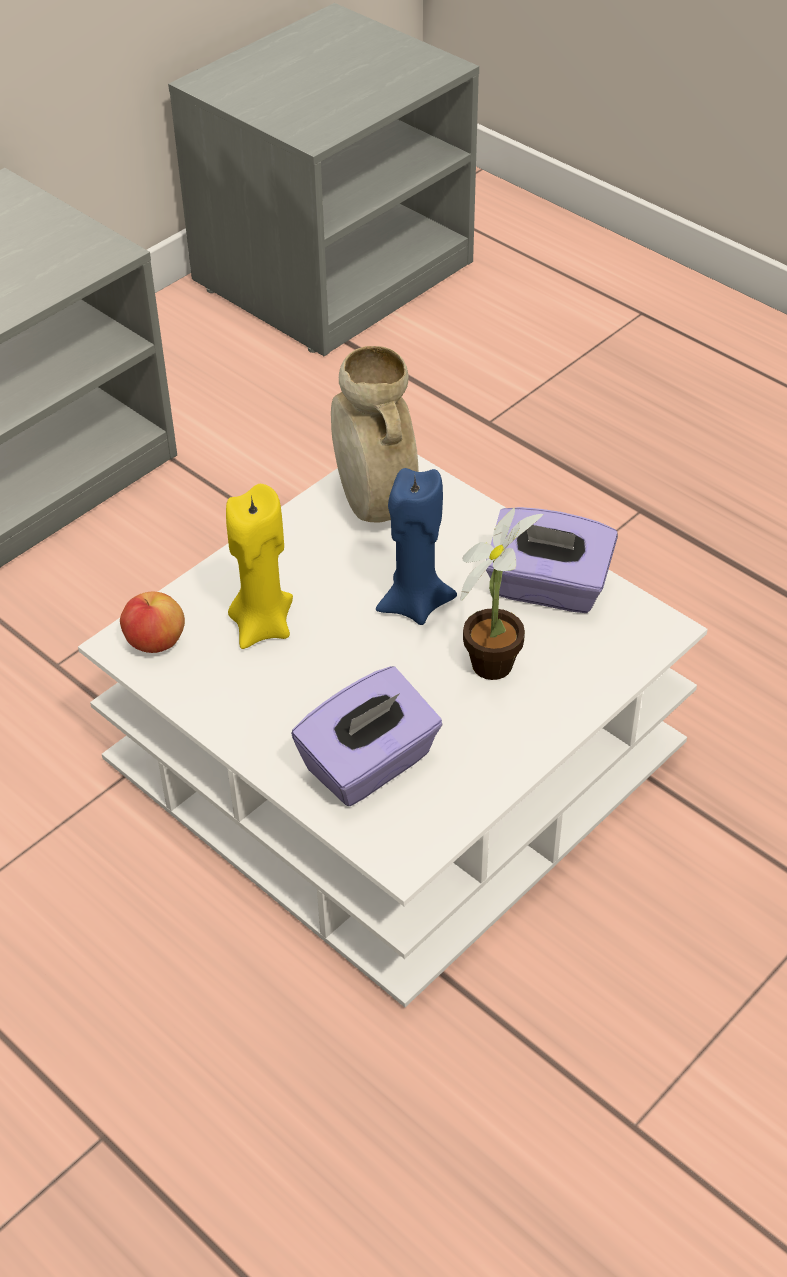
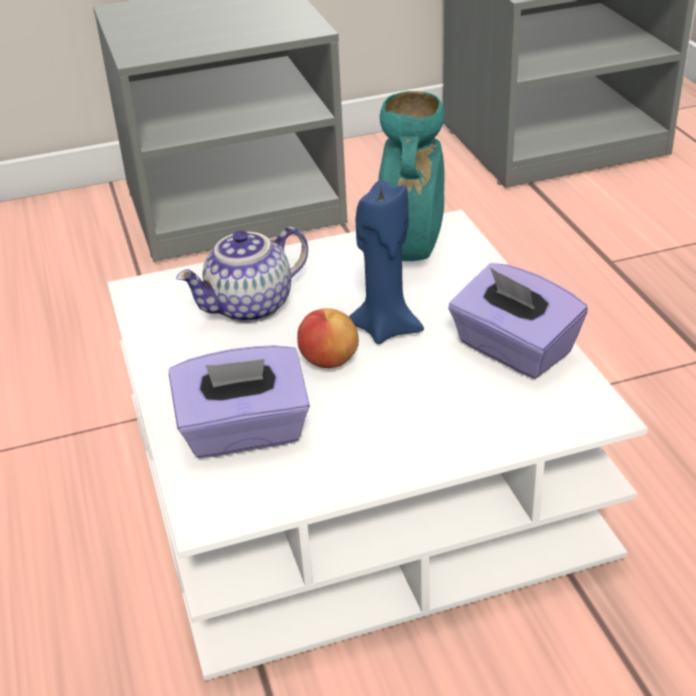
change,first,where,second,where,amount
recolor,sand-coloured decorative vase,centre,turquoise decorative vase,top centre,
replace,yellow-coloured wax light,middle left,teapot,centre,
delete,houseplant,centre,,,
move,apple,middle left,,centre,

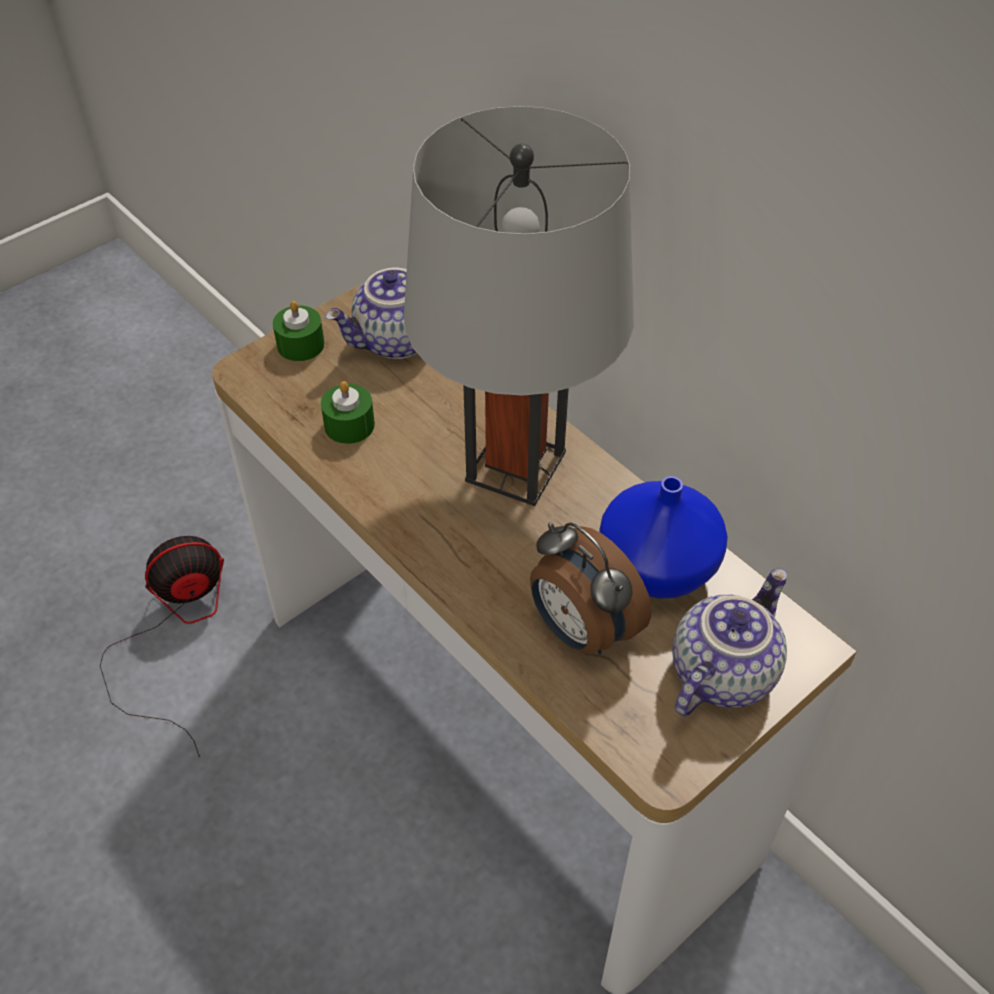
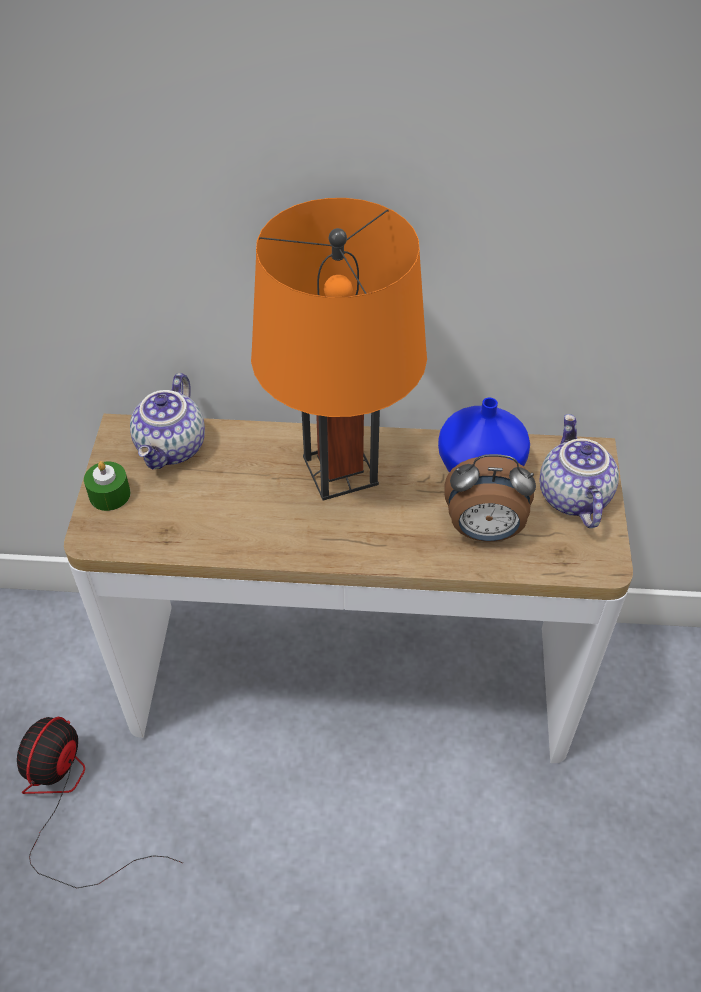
change,first,where,second,where,amount
recolor,greyish lamp for a table,top centre,orange-coloured lamp for a table,centre,
delete,greenish wax light (2nd from left),centre,,,

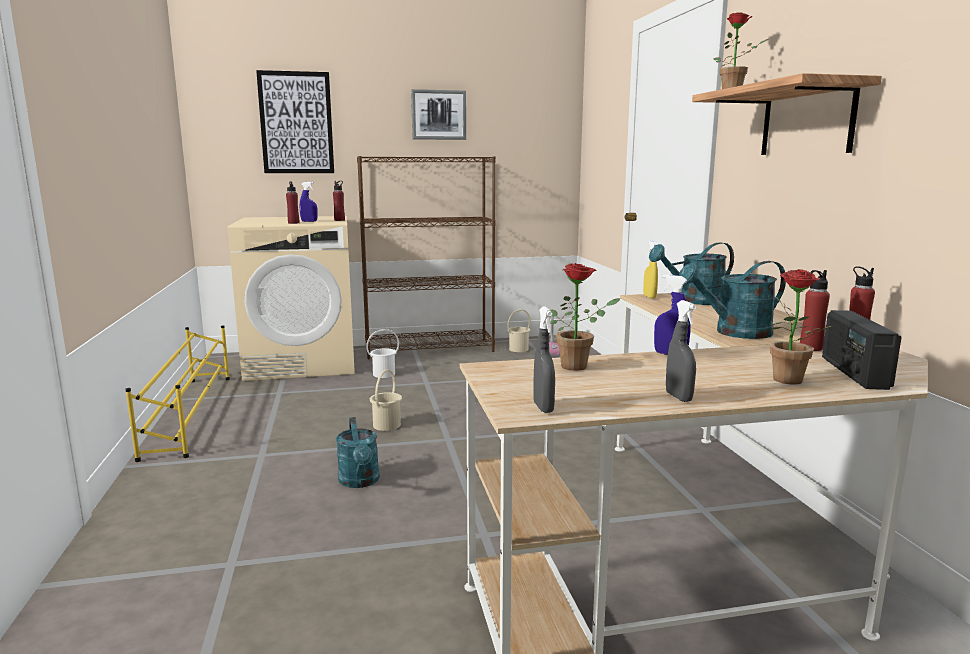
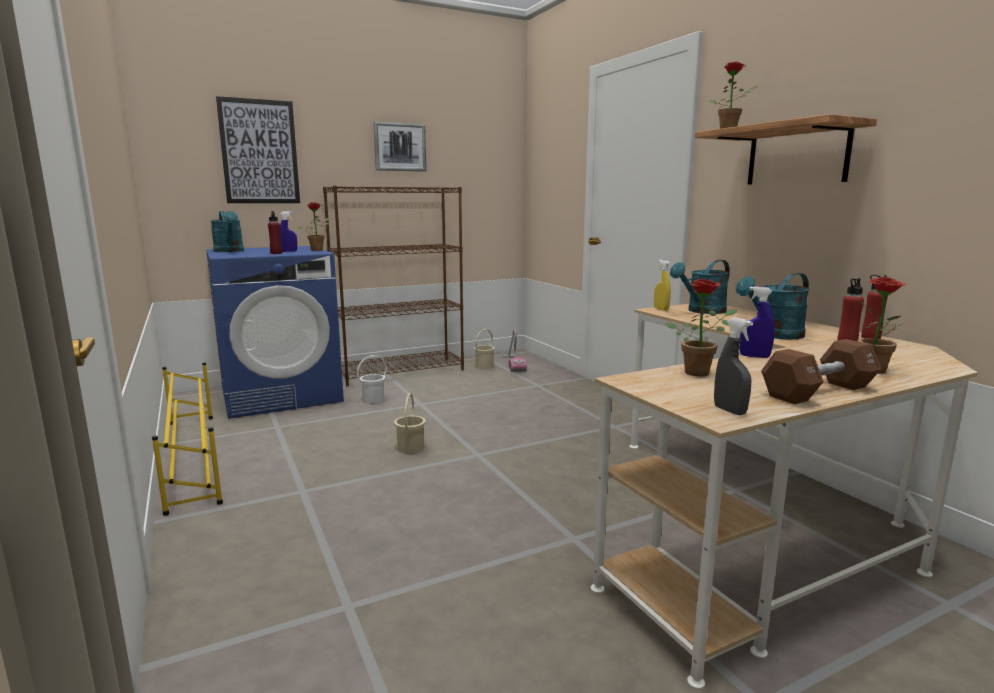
change,first,where,second,where,amount
replace,red-coloured beverage bottle (2nd from left),top centre,houseplant (1st from left),top left,
recolor,sand-coloured laundry machine,middle left,blue laundry machine,middle left,
replace,greyish hand sprayer (2nd from left),middle right,brown dumbbell,middle right,
delete,radio receiver,middle right,,,
move,turquoise watering can (1st from left),bottom centre,,middle left,

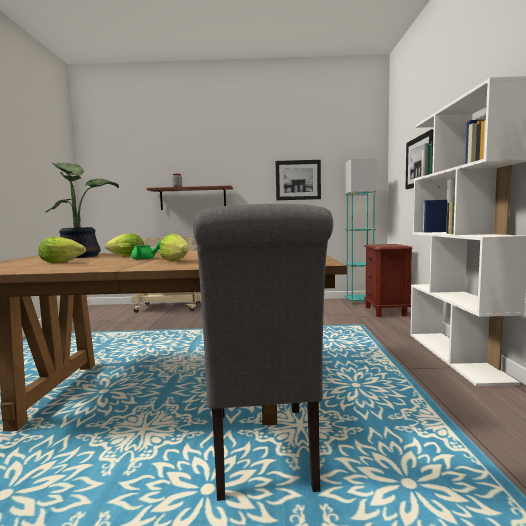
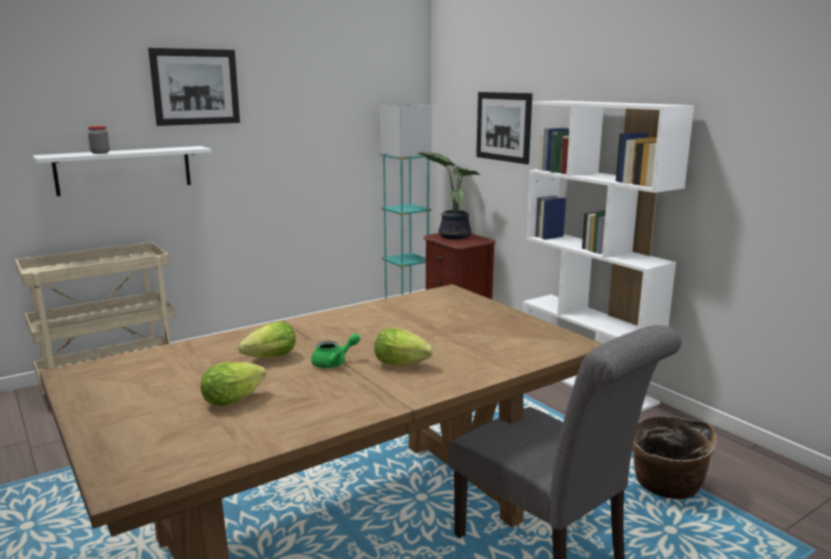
change,first,where,second,where,amount
move,wall picture (1st from left),centre,,top left,
move,houseplant,middle left,,centre,
recolor,brown bracket shelf,centre,white bracket shelf,top left,
insert,,,storage basket,bottom right,

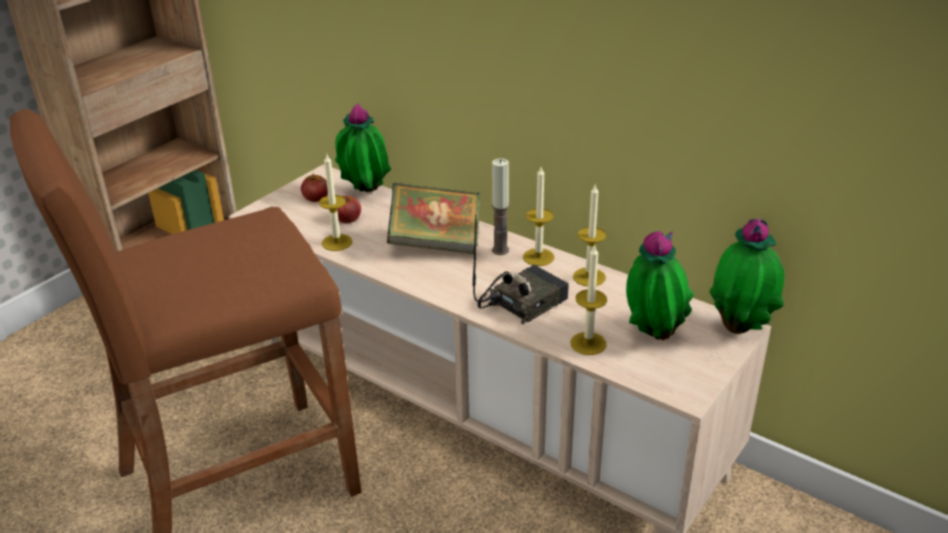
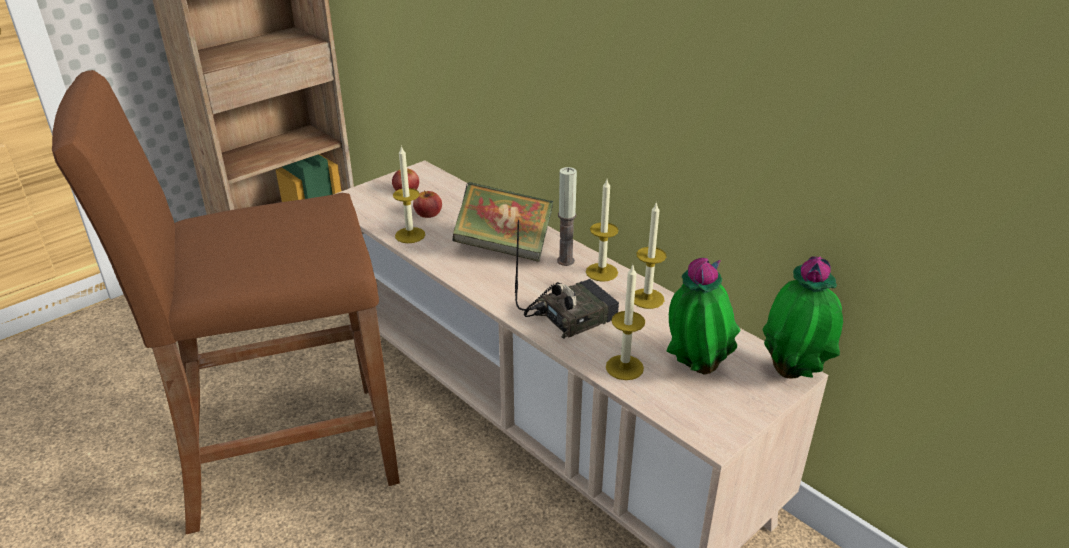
change,first,where,second,where,amount
delete,houseplant (1st from left),top centre,,,

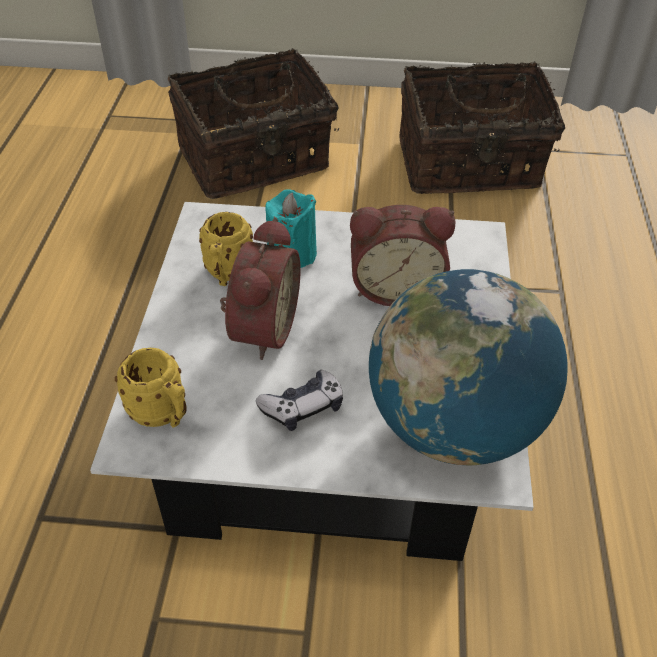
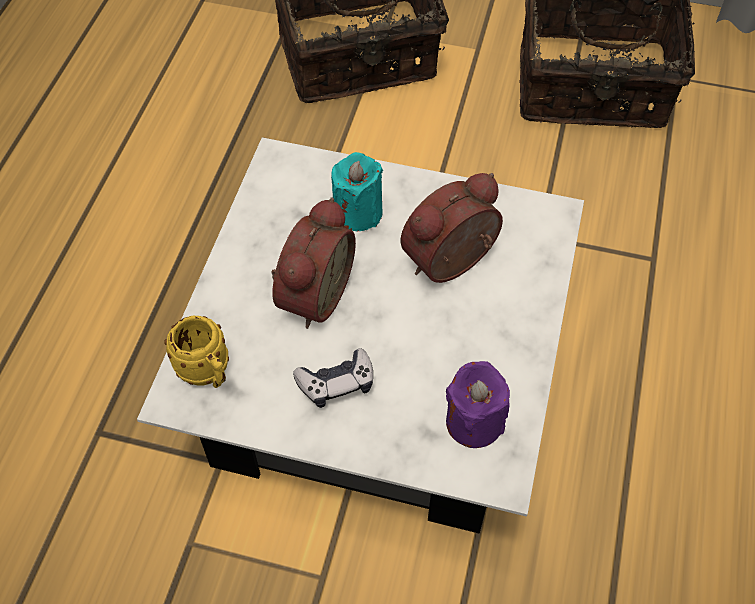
change,first,where,second,where,amount
rotate,table clock (2nd from left),centre,,centre,135 degrees clockwise
delete,yellow-coloured tea mug (2nd from left),centre,,,
replace,desk globe,middle right,purple wax light,bottom centre,

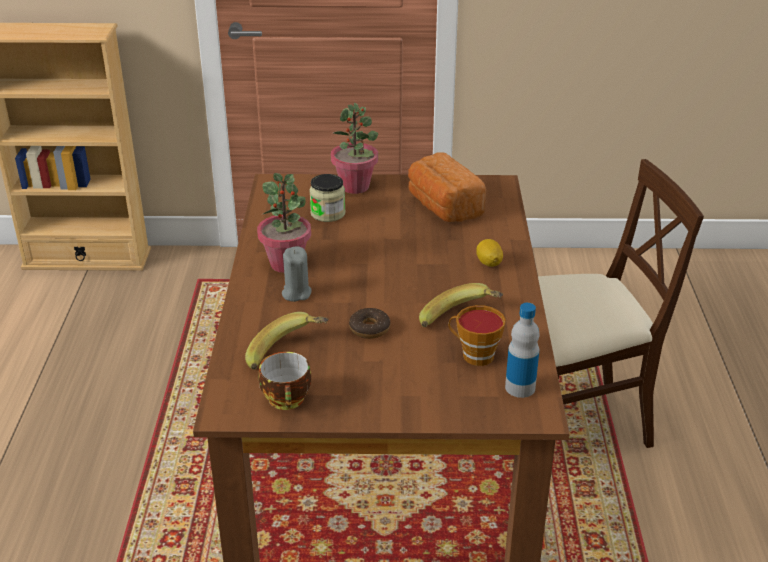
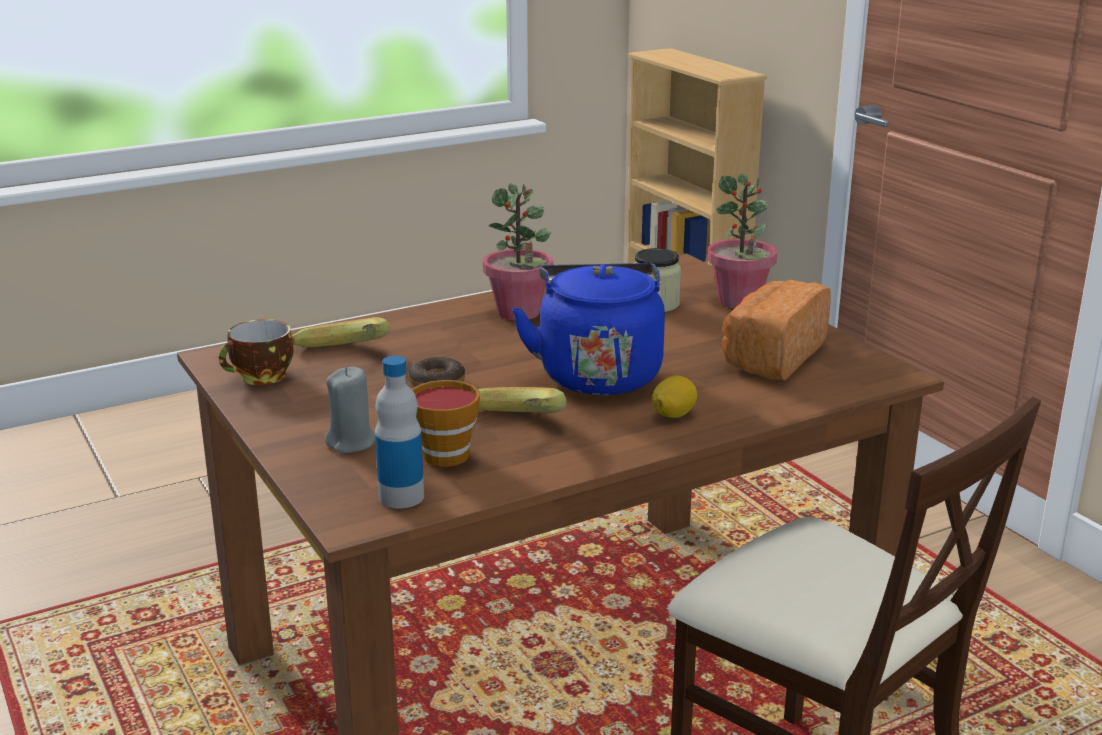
change,first,where,second,where,amount
move,greyish wax light,centre,,middle left,
insert,,,blue kettle,centre,

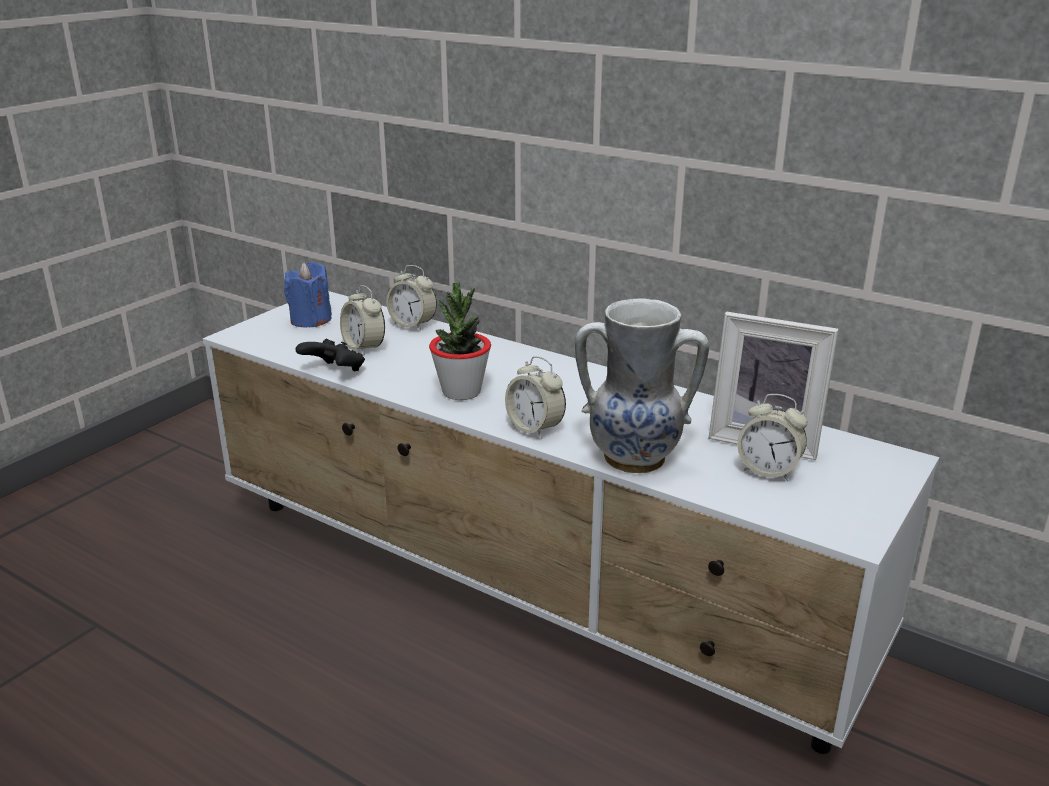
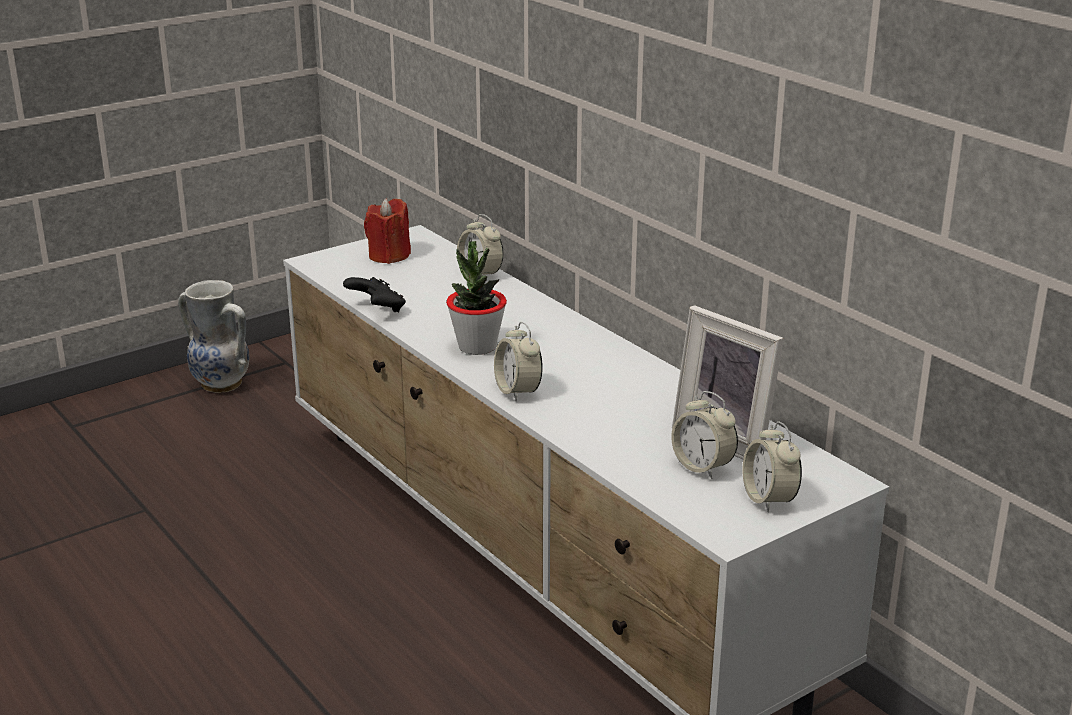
change,first,where,second,where,amount
recolor,blue wax light,middle left,red-coloured wax light,top centre,
move,table clock (1st from left in the first image),centre,table clock (4th from left),middle right,
move,decorative vase,centre,,middle left,

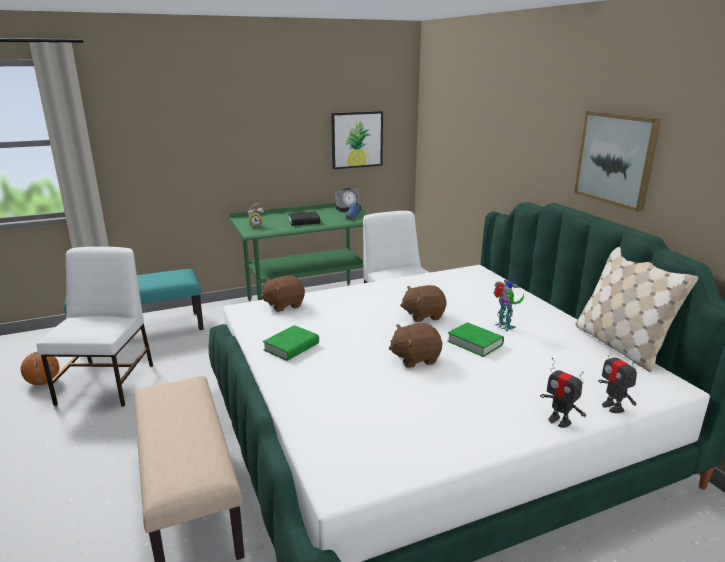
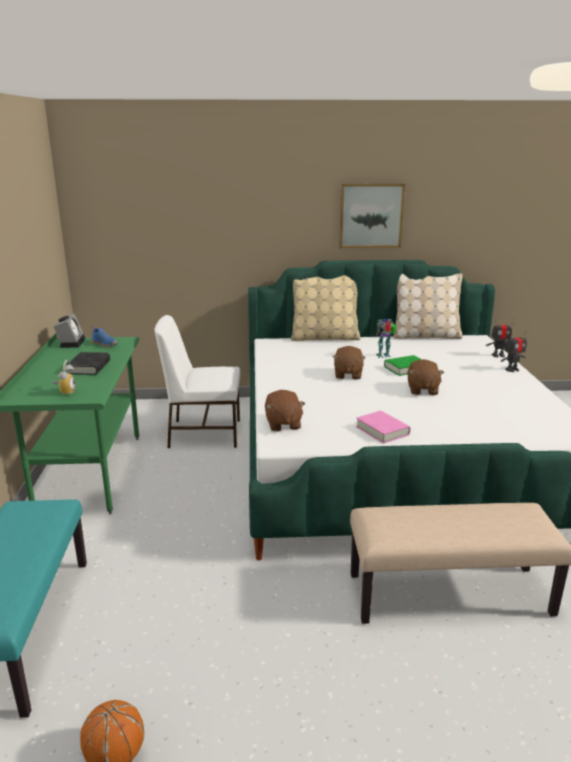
change,first,where,second,where,amount
delete,wall picture (1st from left),top centre,,,
delete,white chair (1st from left),middle left,,,
recolor,greenish book (1st from left),centre,pink-coloured book,middle right,
insert,,,sand-coloured cushion (1st from left),centre,

